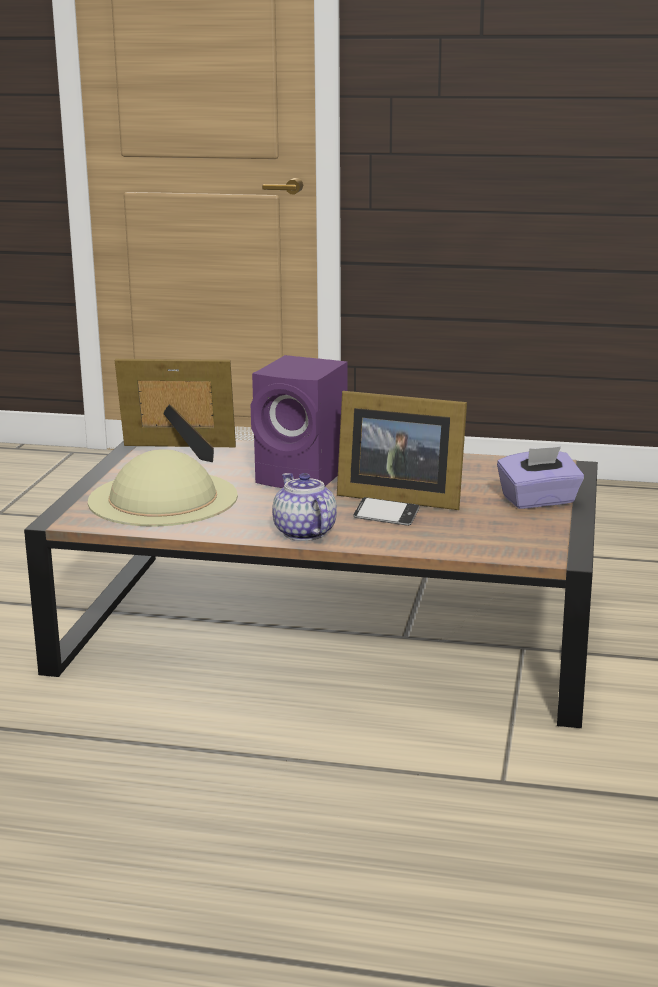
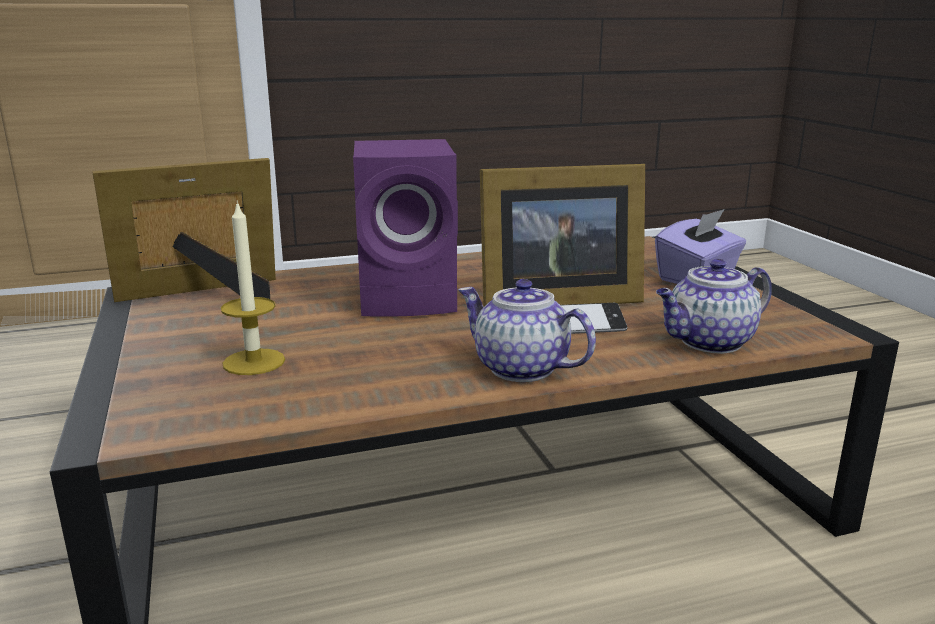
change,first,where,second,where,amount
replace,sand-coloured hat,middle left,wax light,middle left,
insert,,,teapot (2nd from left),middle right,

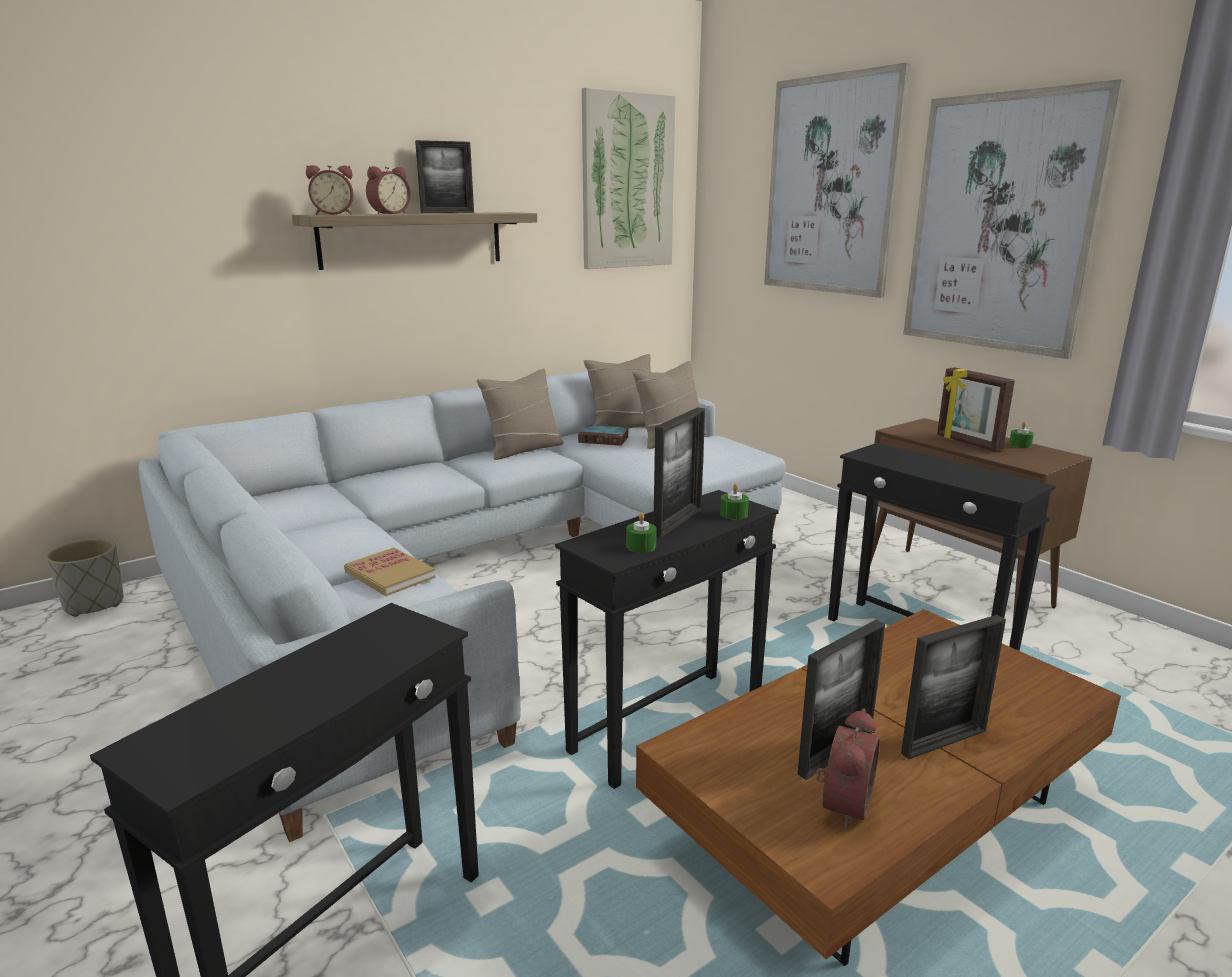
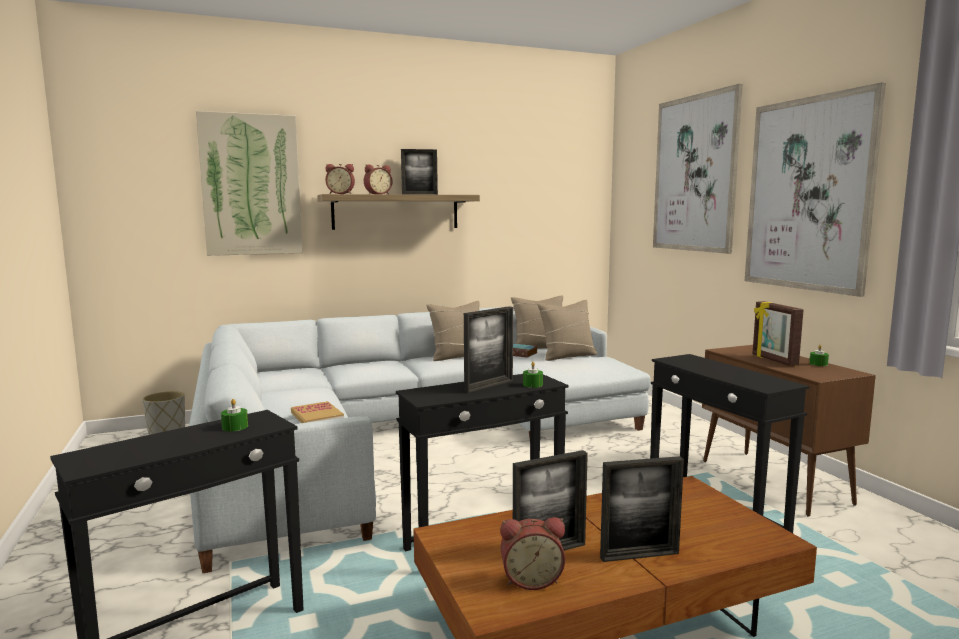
change,first,where,second,where,amount
move,wall picture (1st from left),top centre,,top left,
move,greenish wax light (1st from left),centre,,middle left,
rotate,table clock (3rd from left),bottom right,,bottom centre,45 degrees clockwise

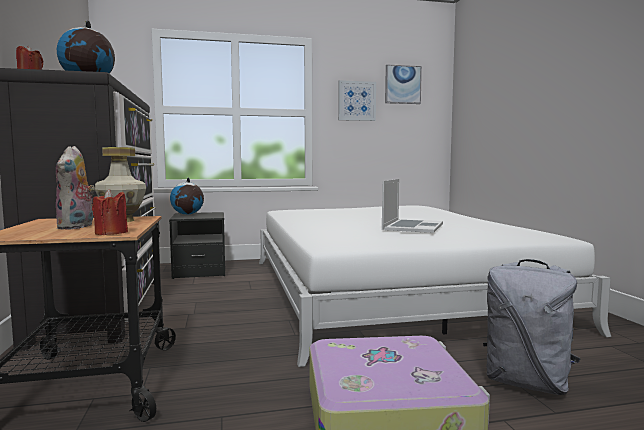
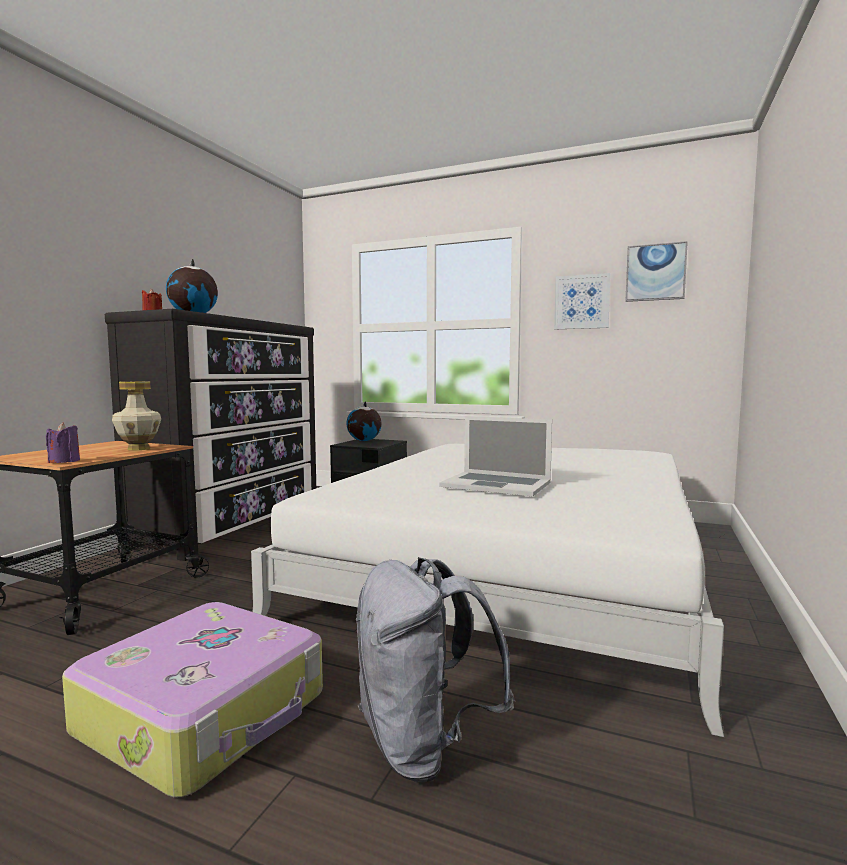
change,first,where,second,where,amount
delete,cuddly toy,middle left,,,
rotate,portable computer,centre,,centre,60 degrees clockwise
recolor,red-coloured wax light (2nd from left),middle left,purple wax light,middle left,

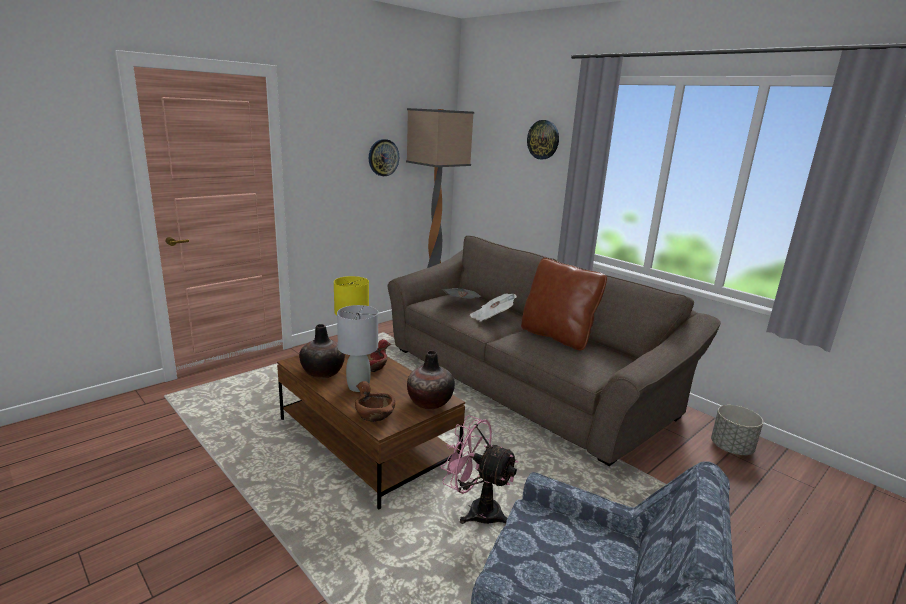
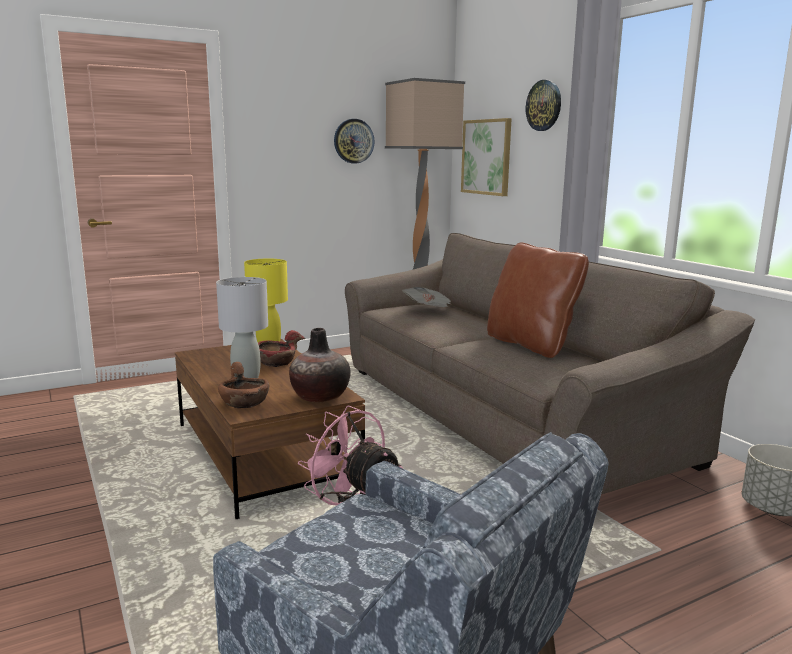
change,first,where,second,where,amount
delete,daily paper (2nd from left),centre,,,
delete,decorative vase (1st from left),centre,,,
insert,,,wall picture,top centre,

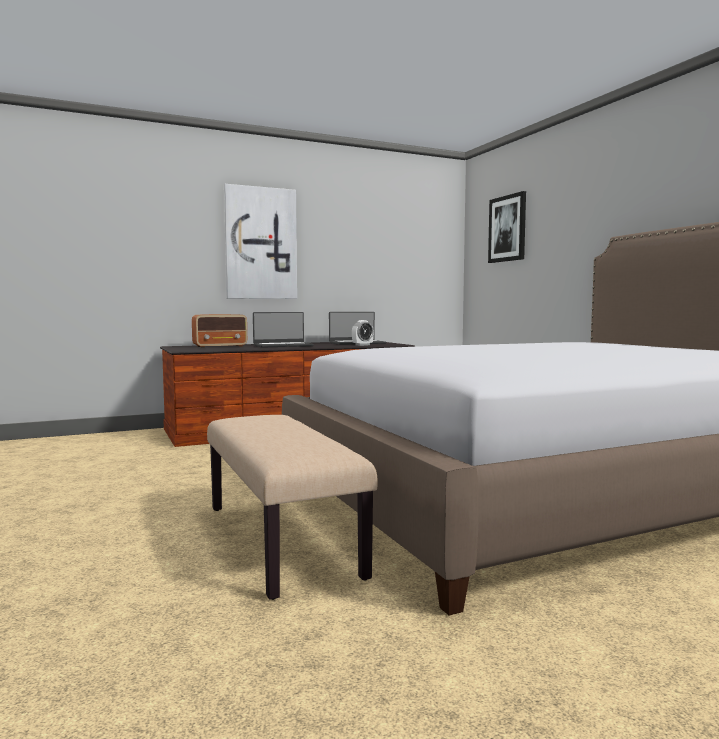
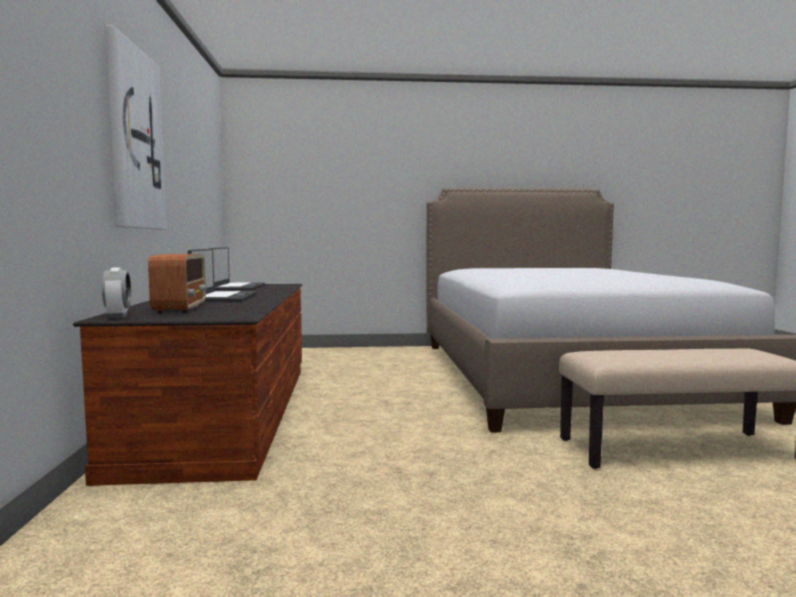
change,first,where,second,where,amount
delete,wall picture (2nd from left),top right,,,
move,table clock,centre,,middle left,

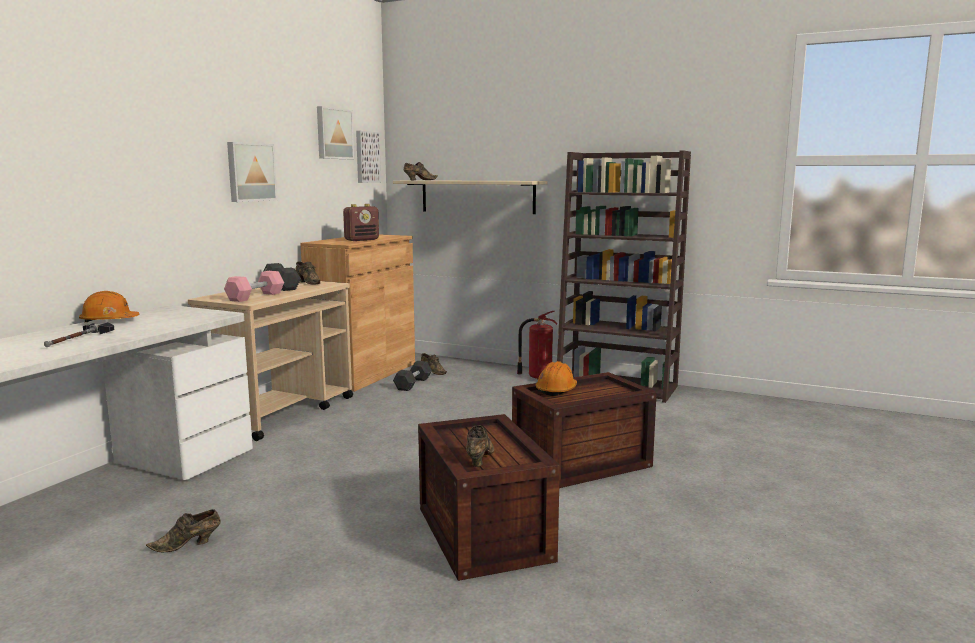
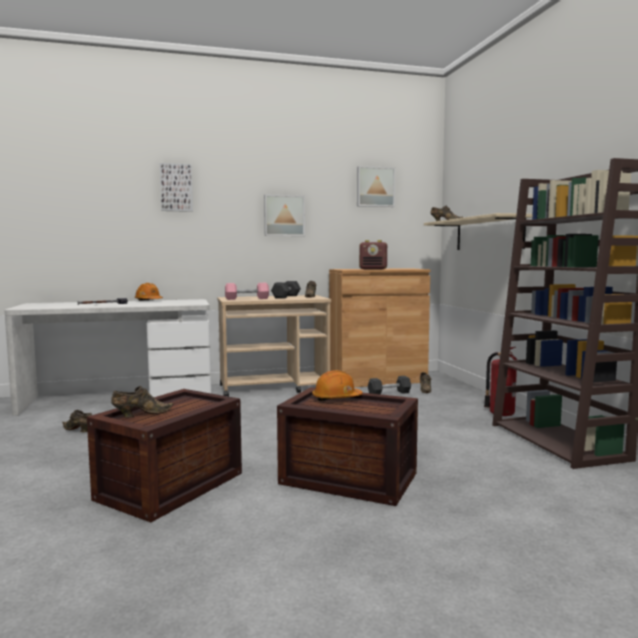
change,first,where,second,where,amount
move,wall picture (3rd from left in the first image),top centre,wall picture (1st from left),top left,

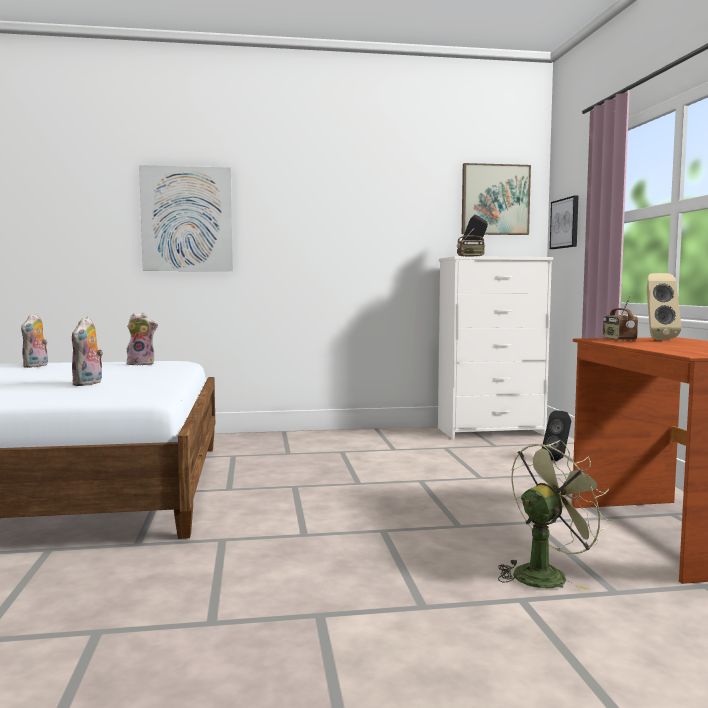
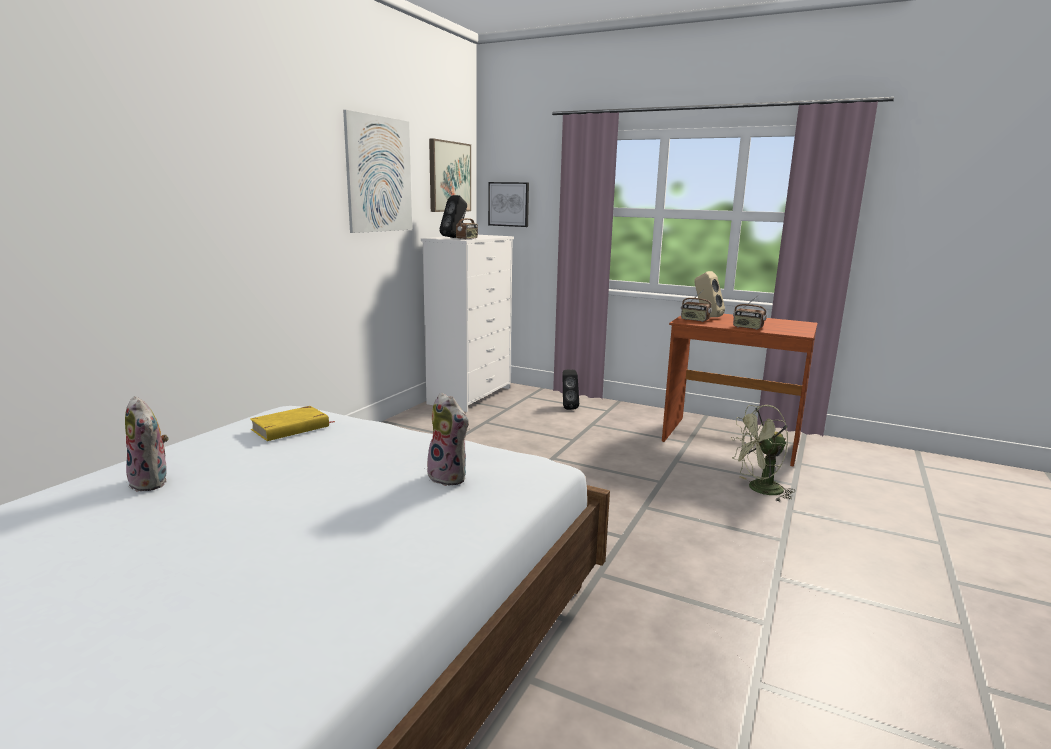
change,first,where,second,where,amount
move,wall picture (1st from left),top left,,top centre,
replace,cuddly toy (3rd from left),middle left,yellow-coloured book,middle left,
rotate,greenish cooling fan,bottom right,,middle right,105 degrees counterclockwise
insert,,,radio receiver (3rd from left),middle right,

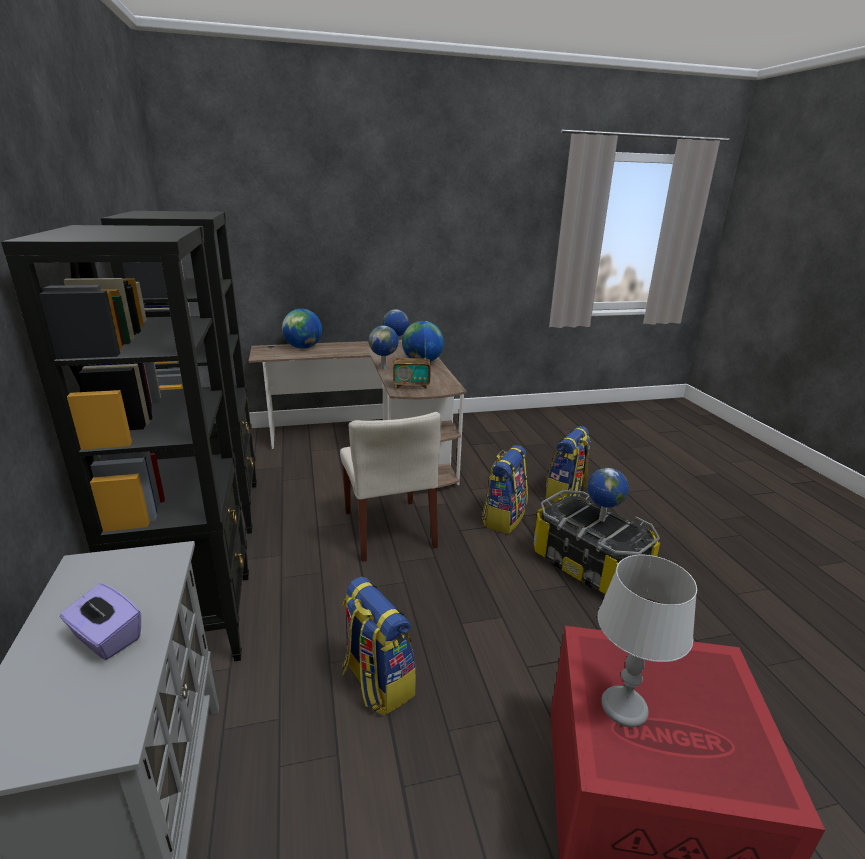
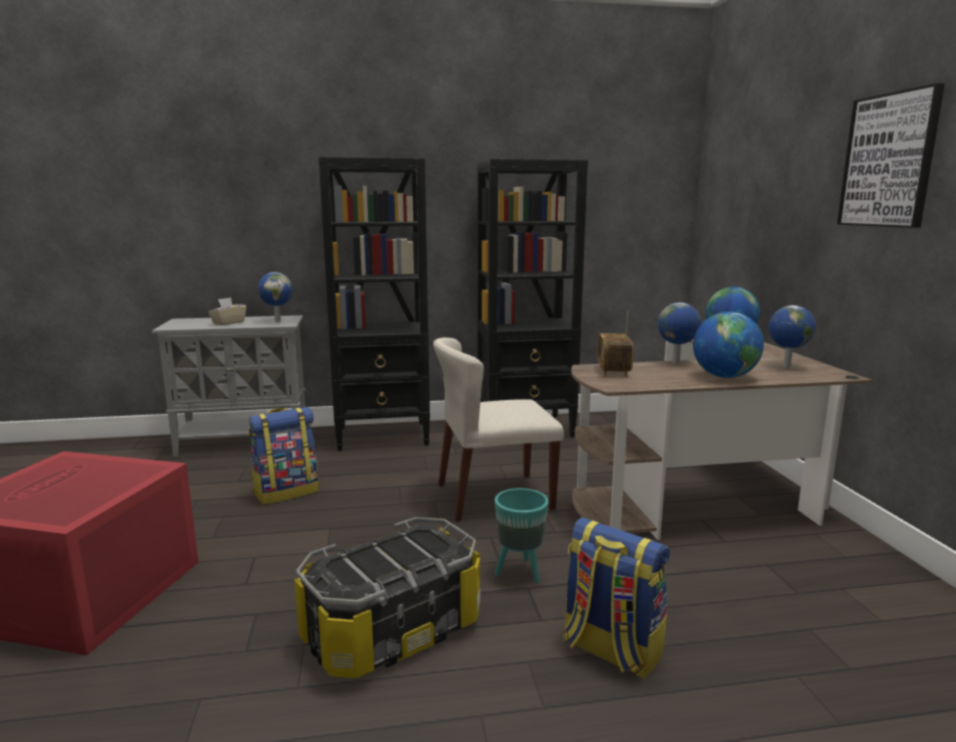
change,first,where,second,where,amount
replace,backpack (2nd from left),centre,turquoise flower pot,bottom centre,
move,desk globe (5th from left in the first image),middle right,desk globe (1st from left),middle left,
delete,greyish lamp for a table,bottom right,,,
recolor,purple box of tissues,bottom left,sand-coloured box of tissues,middle left,
insert,,,wall picture,top right,

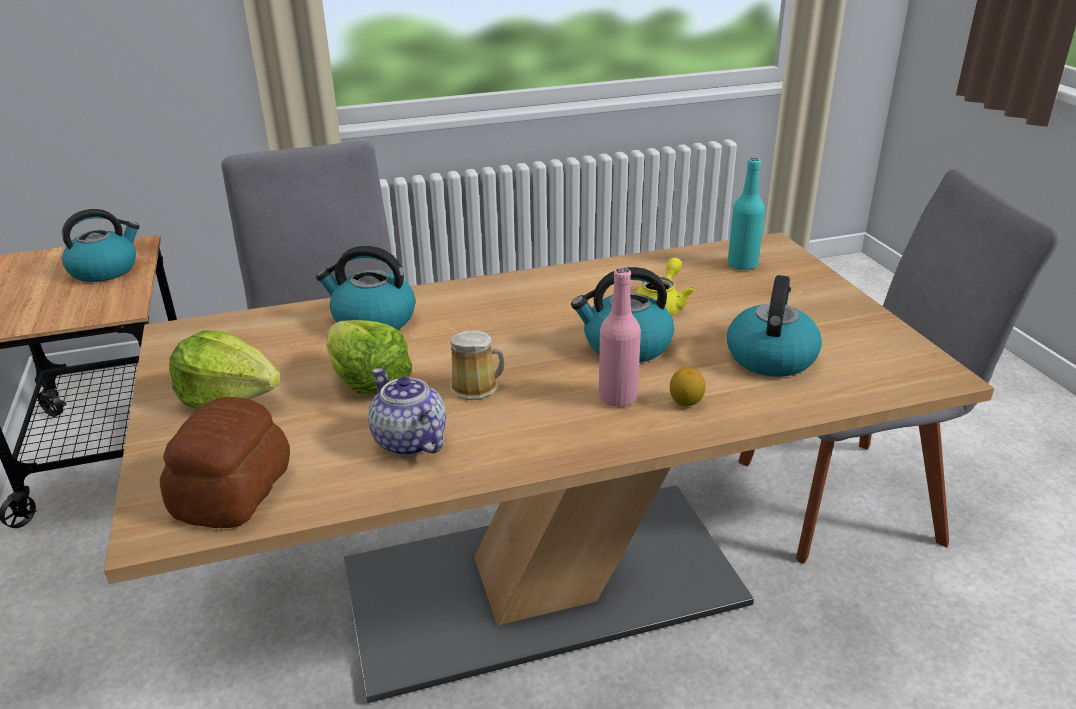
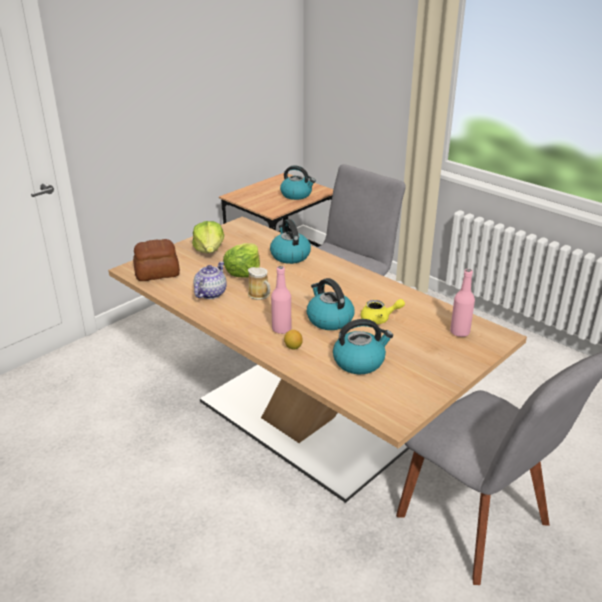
change,first,where,second,where,amount
recolor,turquoise beverage bottle,top right,pink-coloured beverage bottle (2nd from left),middle right,

